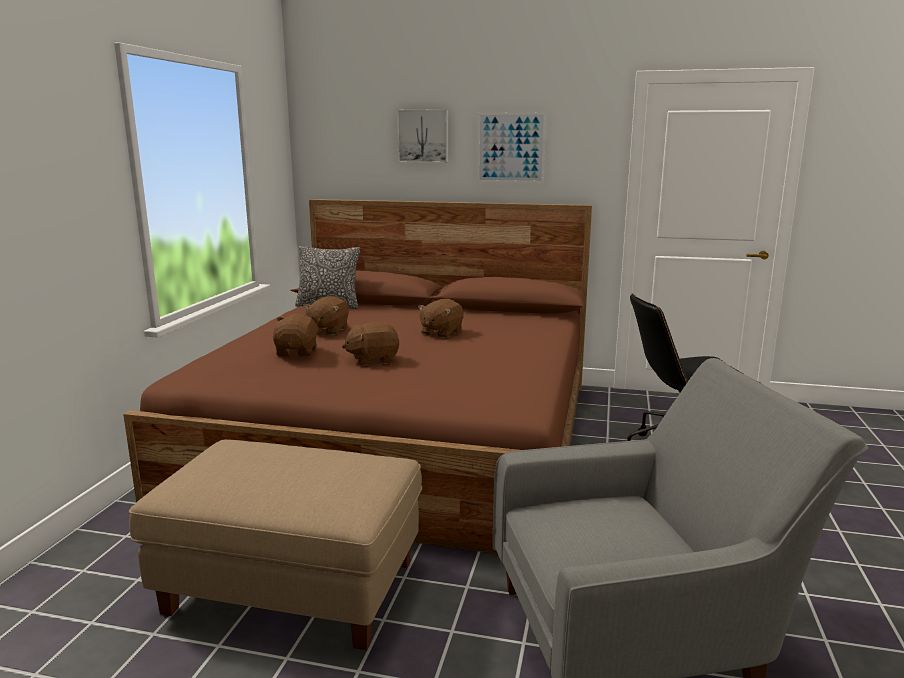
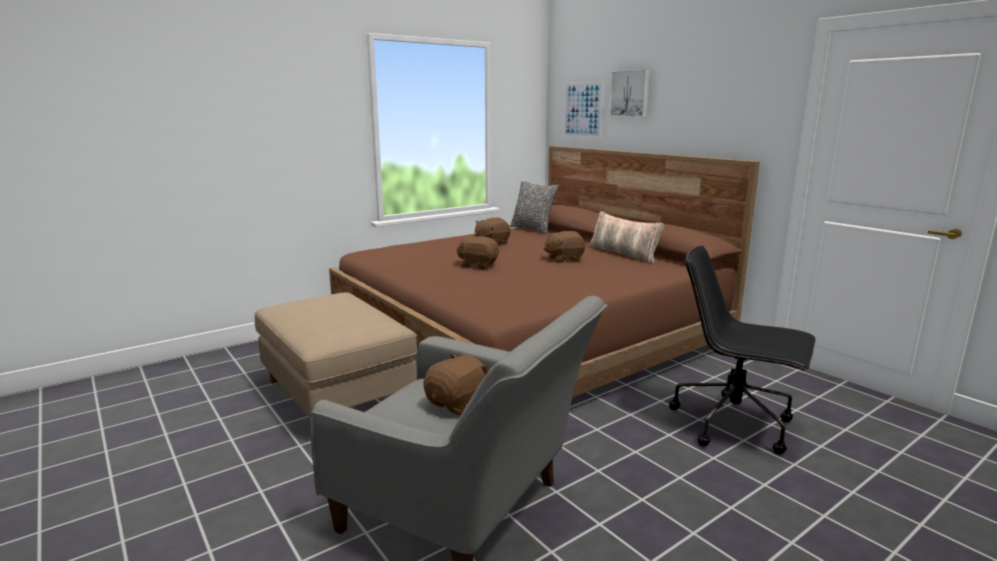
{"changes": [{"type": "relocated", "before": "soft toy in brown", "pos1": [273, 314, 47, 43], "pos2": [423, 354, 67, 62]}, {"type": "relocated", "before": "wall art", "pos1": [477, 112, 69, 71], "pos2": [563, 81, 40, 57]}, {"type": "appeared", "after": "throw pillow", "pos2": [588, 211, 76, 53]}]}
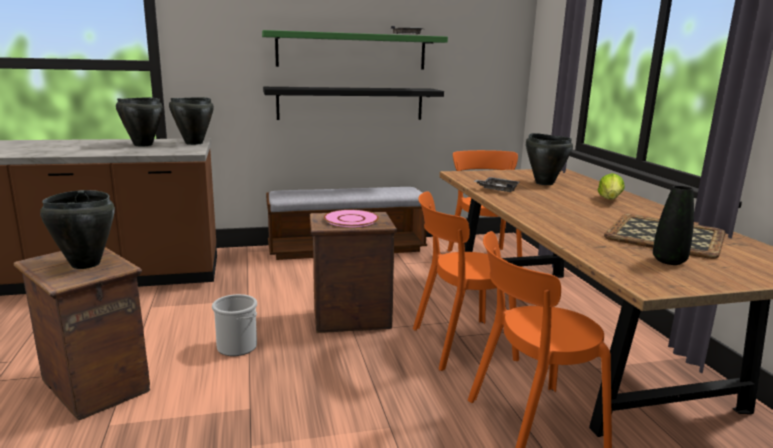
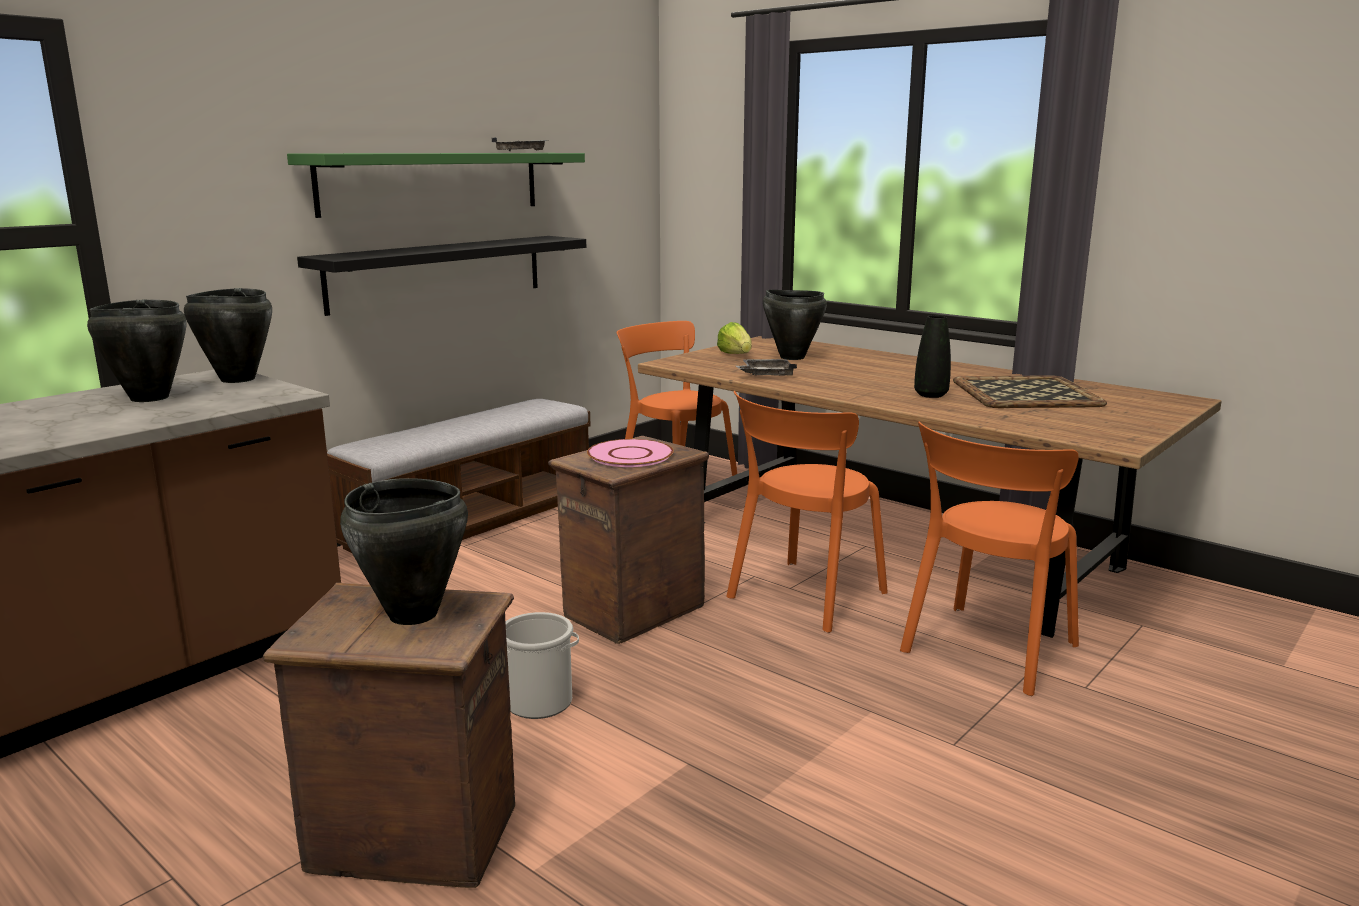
{"changes": [{"type": "relocated", "before": "lettuce head", "pos1": [598, 173, 27, 27], "pos2": [717, 322, 35, 32]}, {"type": "relocated", "before": "decorative vase in black", "pos1": [653, 186, 41, 79], "pos2": [914, 315, 37, 83]}]}
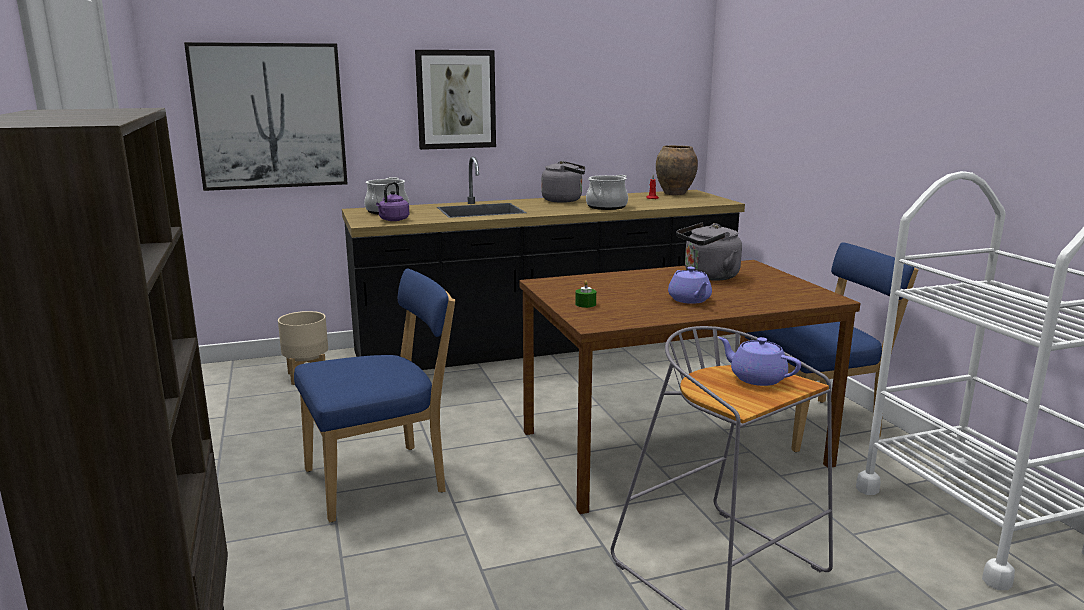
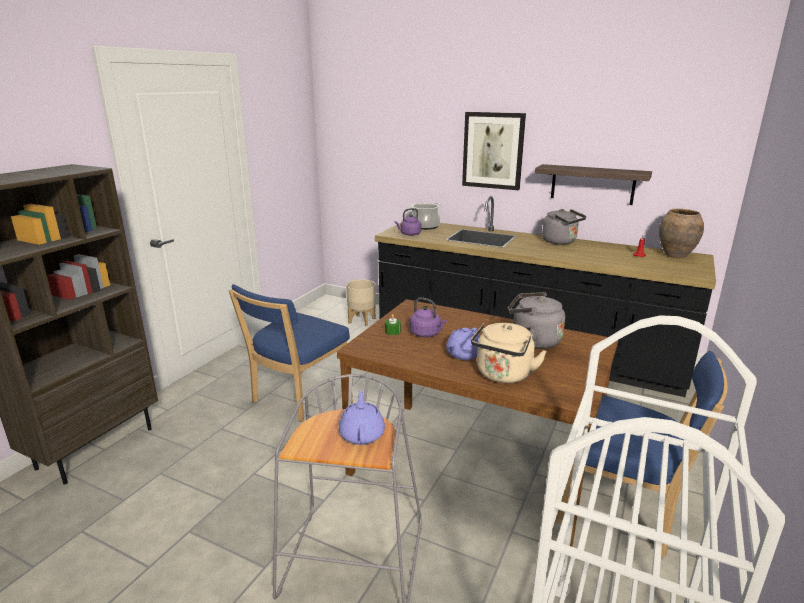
{"changes": [{"type": "spun", "before": "upright chair in bluish", "pos1": [294, 269, 161, 254], "pos2": [229, 284, 121, 138], "turn": 105}, {"type": "appeared", "after": "kettle in purplish", "pos2": [410, 297, 37, 40]}, {"type": "appeared", "after": "kettle in sand-coloured", "pos2": [471, 323, 76, 60]}, {"type": "appeared", "after": "bracket shelf", "pos2": [535, 164, 117, 41]}, {"type": "missing", "before": "wall art", "pos1": [184, 42, 164, 149]}, {"type": "missing", "before": "saucepot", "pos1": [586, 175, 42, 35]}]}
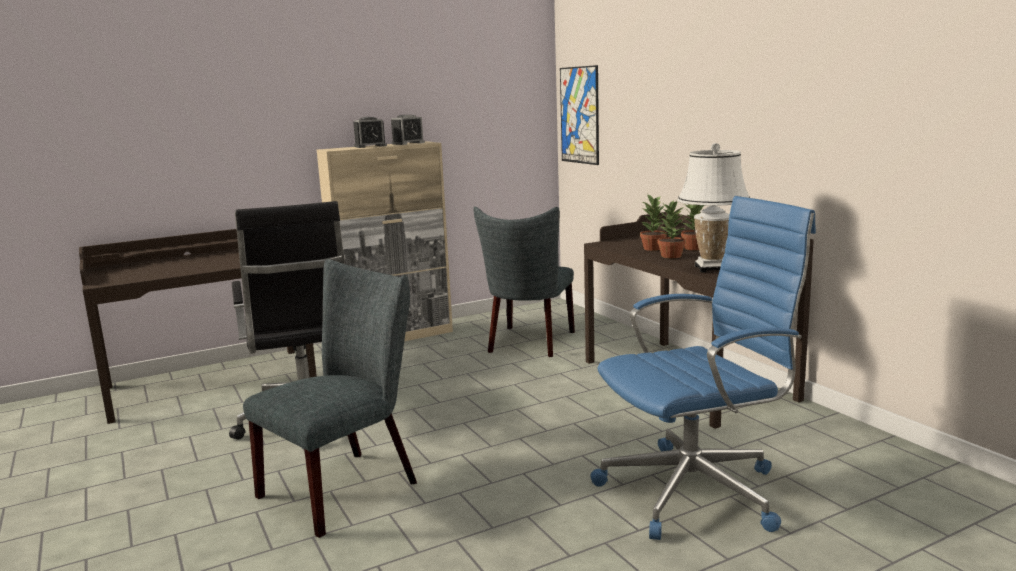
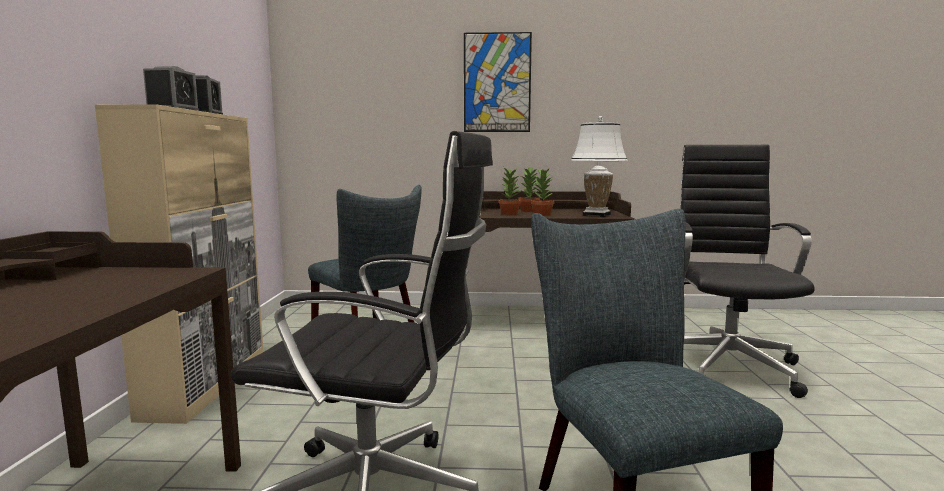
{"changes": [{"type": "relocated", "before": "wall art", "pos1": [560, 65, 39, 100], "pos2": [464, 32, 68, 100]}, {"type": "colour", "before": "office chair in bluish", "after": "office chair in black", "pos1": [590, 196, 226, 344], "pos2": [680, 145, 135, 253]}]}
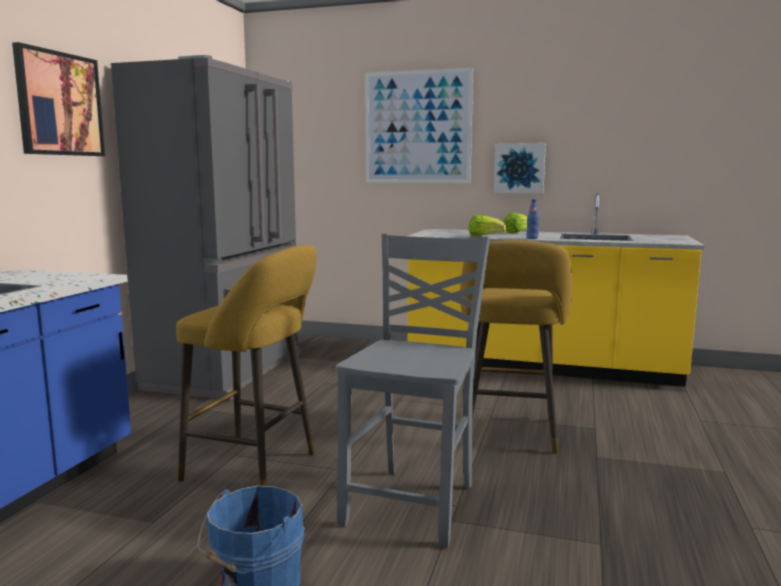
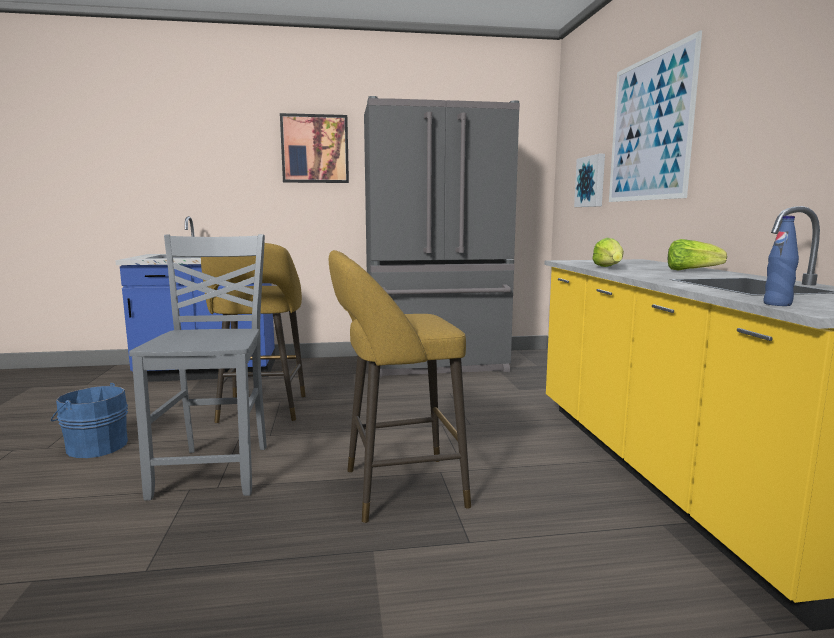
{"changes": [{"type": "spun", "before": "upright chair in gray", "pos1": [336, 234, 154, 314], "pos2": [129, 234, 138, 267], "turn": -90}, {"type": "relocated", "before": "wall art", "pos1": [494, 143, 52, 50], "pos2": [574, 154, 31, 53]}, {"type": "relocated", "before": "bottle in bluish", "pos1": [527, 199, 12, 40], "pos2": [763, 216, 36, 90]}]}
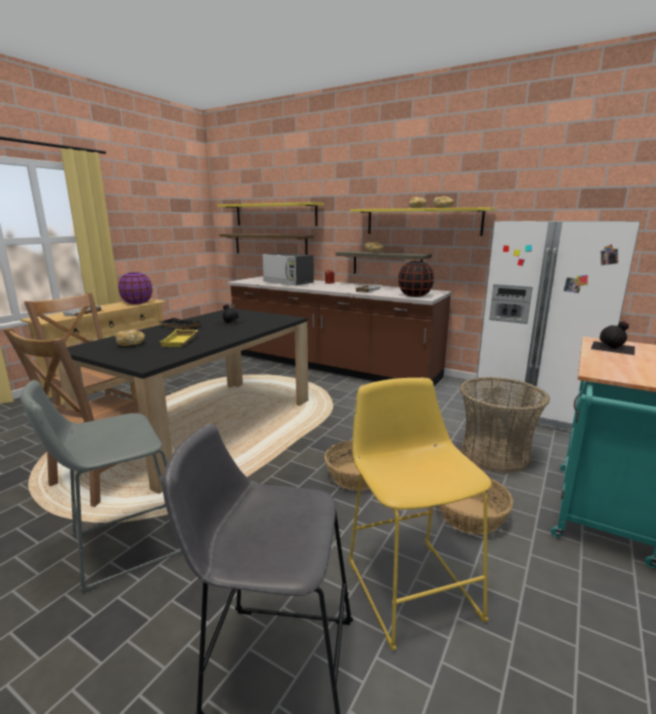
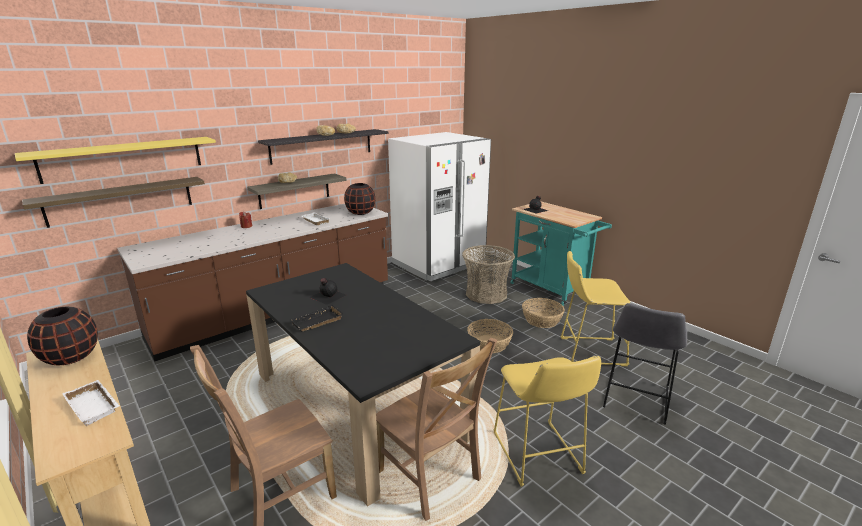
{"changes": [{"type": "colour", "before": "decorative vase in purplish", "after": "decorative vase in black", "pos1": [118, 272, 35, 32], "pos2": [27, 307, 71, 58]}, {"type": "colour", "before": "bracket shelf in yellow", "after": "bracket shelf in black", "pos1": [350, 207, 146, 29], "pos2": [258, 129, 131, 36]}, {"type": "colour", "before": "sitting stool in gray", "after": "sitting stool in yellow", "pos1": [20, 380, 162, 213], "pos2": [493, 356, 108, 131]}, {"type": "missing", "before": "baked bread", "pos1": [115, 329, 30, 17]}, {"type": "missing", "before": "tray in yellow", "pos1": [160, 329, 38, 18]}, {"type": "missing", "before": "microwave", "pos1": [262, 253, 52, 33]}]}
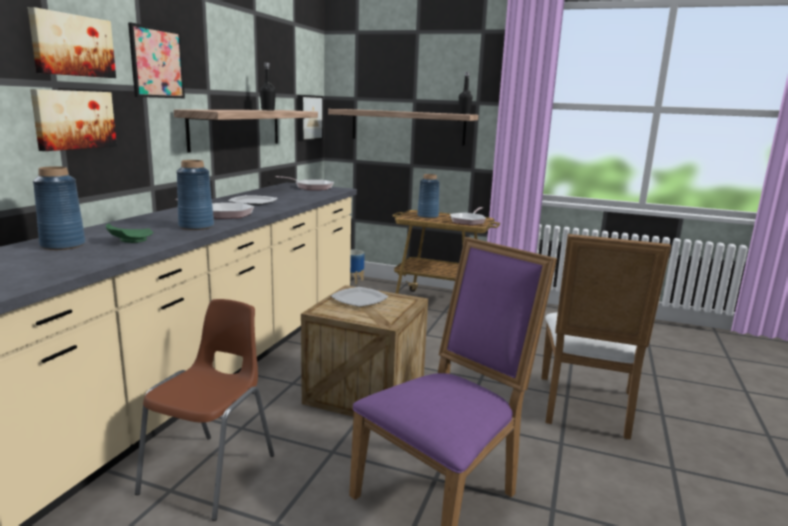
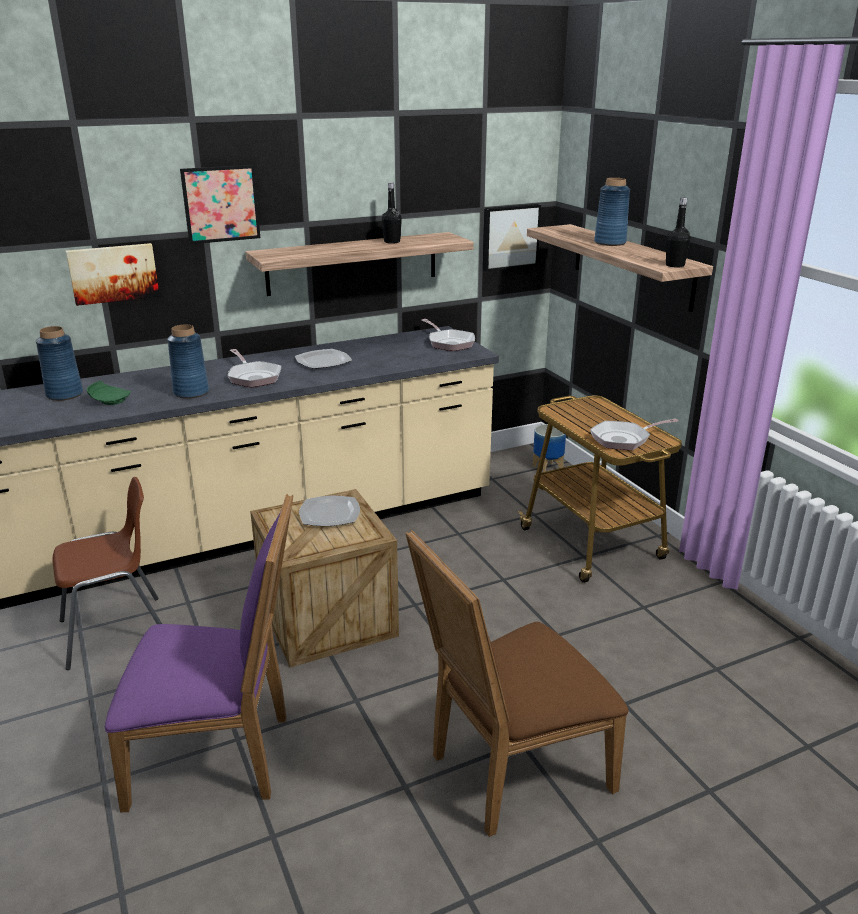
{"changes": [{"type": "colour", "before": "upright chair in white-coloured", "after": "upright chair in brown", "pos1": [541, 234, 130, 206], "pos2": [406, 530, 222, 307]}, {"type": "relocated", "before": "decorative vase in bluish", "pos1": [417, 174, 23, 44], "pos2": [594, 178, 36, 68]}, {"type": "missing", "before": "wall art", "pos1": [28, 7, 88, 71]}]}
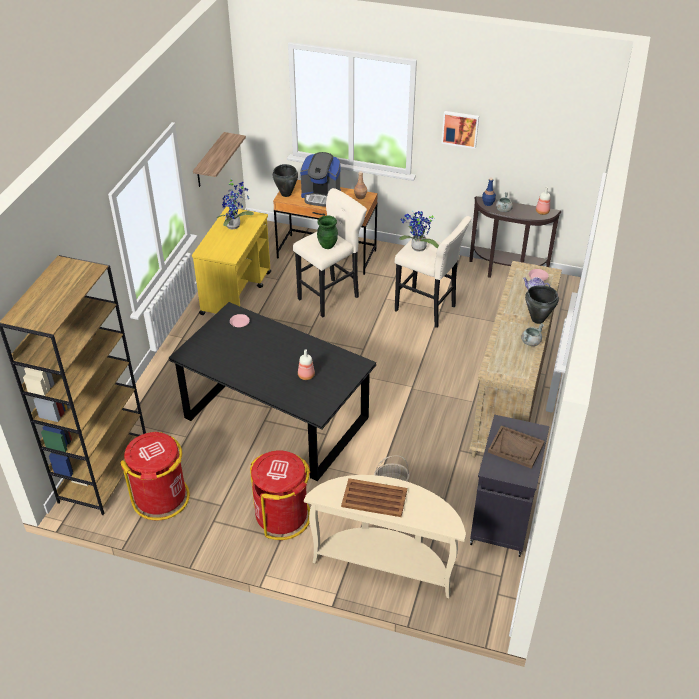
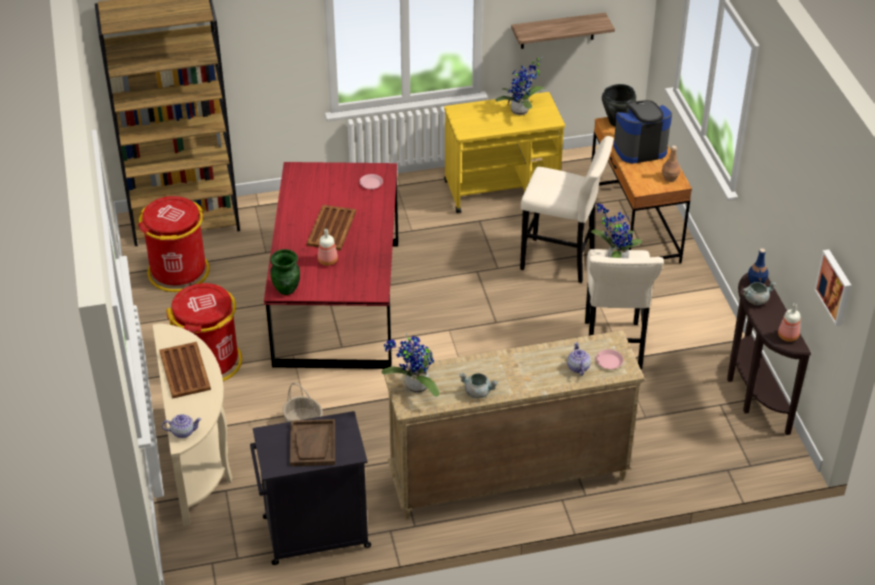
{"changes": [{"type": "appeared", "after": "tea pot", "pos2": [162, 414, 39, 24]}, {"type": "colour", "before": "dining table in black", "after": "dining table in red-coloured", "pos1": [169, 302, 207, 179], "pos2": [264, 162, 134, 207]}, {"type": "relocated", "before": "decorative vase in greenish", "pos1": [317, 215, 21, 34], "pos2": [270, 249, 30, 46]}, {"type": "appeared", "after": "tray in brown", "pos2": [307, 205, 49, 46]}, {"type": "appeared", "after": "potted plant", "pos2": [381, 333, 59, 64]}, {"type": "spun", "before": "coffee brewer", "pos1": [300, 152, 41, 55], "pos2": [613, 100, 59, 64], "turn": 90}, {"type": "relocated", "before": "wall art", "pos1": [441, 111, 38, 38], "pos2": [814, 249, 37, 77]}, {"type": "missing", "before": "saucepot in black", "pos1": [525, 285, 34, 39]}]}
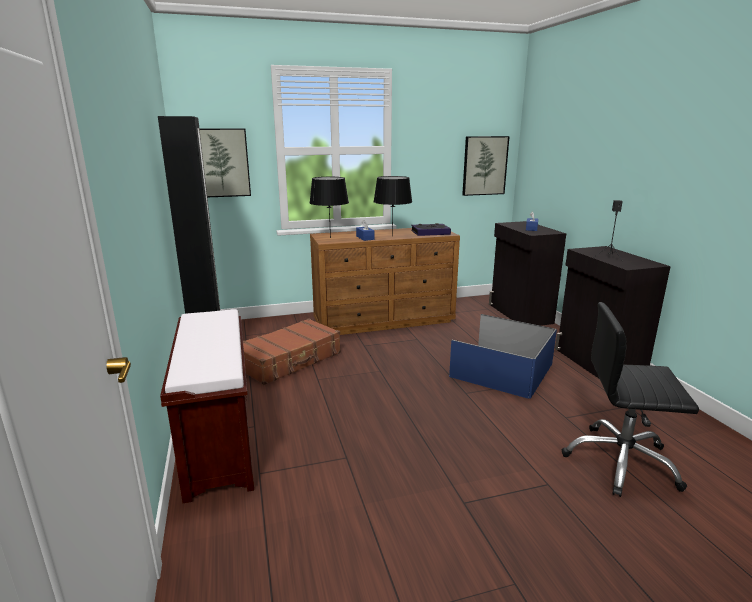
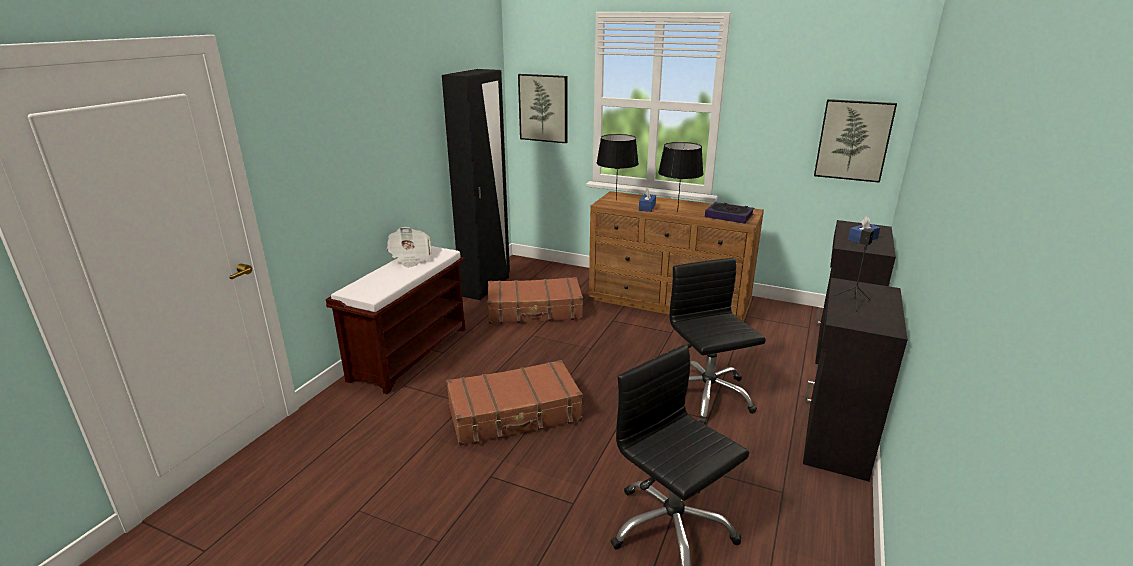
{"changes": [{"type": "appeared", "after": "newspaper", "pos2": [387, 227, 44, 41]}, {"type": "appeared", "after": "travel case in brown", "pos2": [446, 360, 136, 86]}, {"type": "exchanged", "before": "storage bin in bluish", "after": "office chair in black", "pos1": [449, 314, 108, 85], "pos2": [669, 258, 97, 166]}]}
